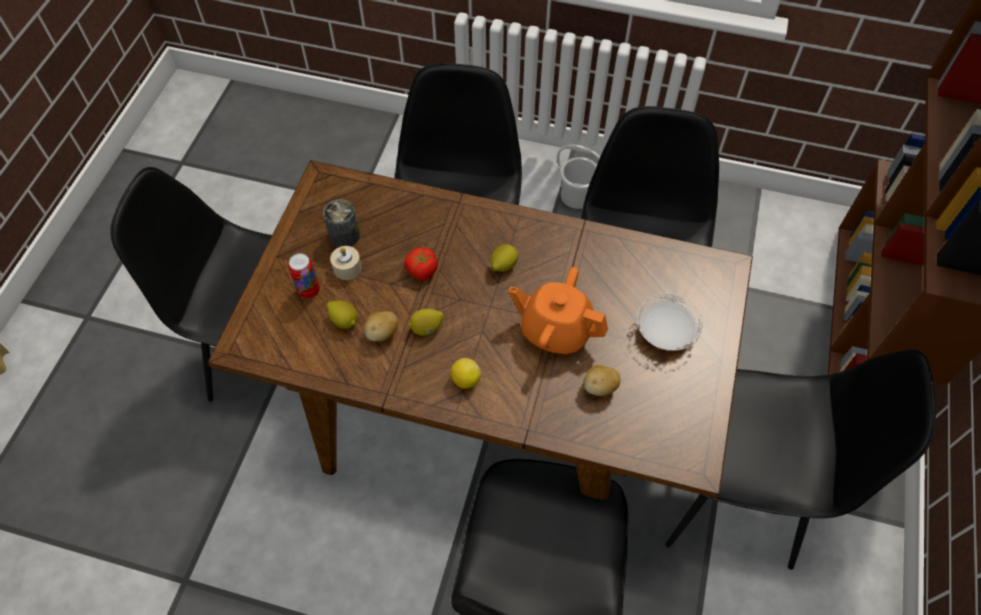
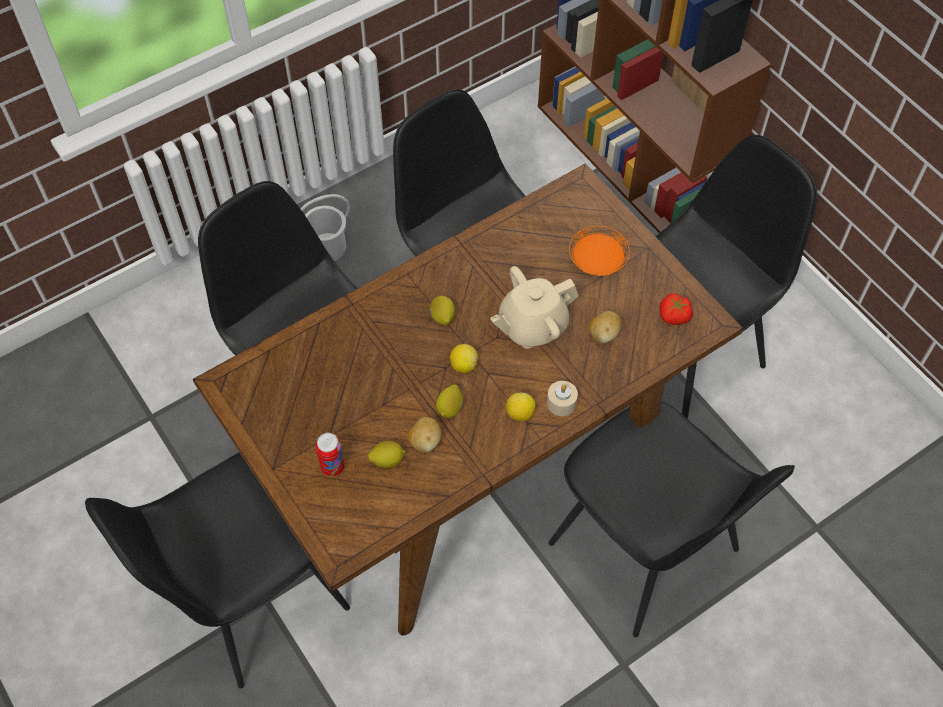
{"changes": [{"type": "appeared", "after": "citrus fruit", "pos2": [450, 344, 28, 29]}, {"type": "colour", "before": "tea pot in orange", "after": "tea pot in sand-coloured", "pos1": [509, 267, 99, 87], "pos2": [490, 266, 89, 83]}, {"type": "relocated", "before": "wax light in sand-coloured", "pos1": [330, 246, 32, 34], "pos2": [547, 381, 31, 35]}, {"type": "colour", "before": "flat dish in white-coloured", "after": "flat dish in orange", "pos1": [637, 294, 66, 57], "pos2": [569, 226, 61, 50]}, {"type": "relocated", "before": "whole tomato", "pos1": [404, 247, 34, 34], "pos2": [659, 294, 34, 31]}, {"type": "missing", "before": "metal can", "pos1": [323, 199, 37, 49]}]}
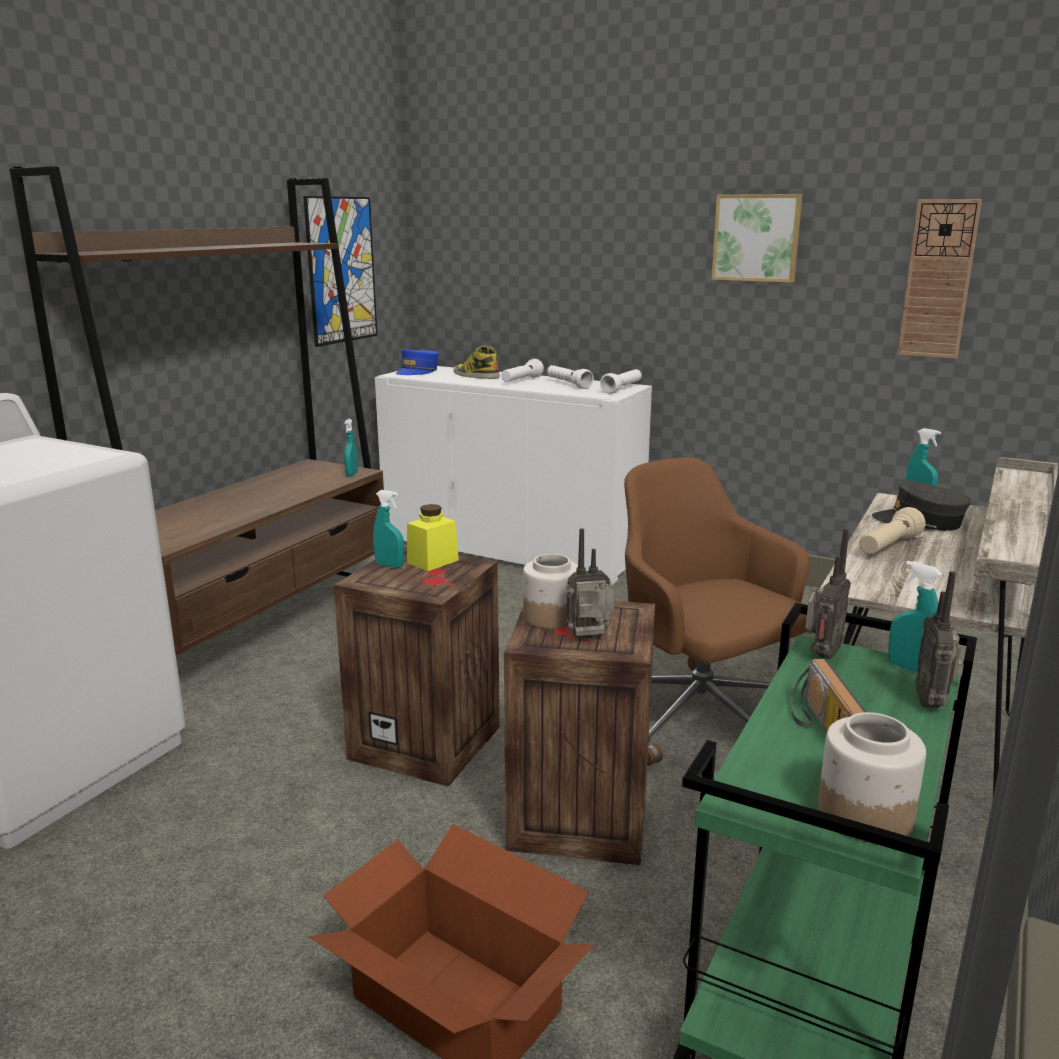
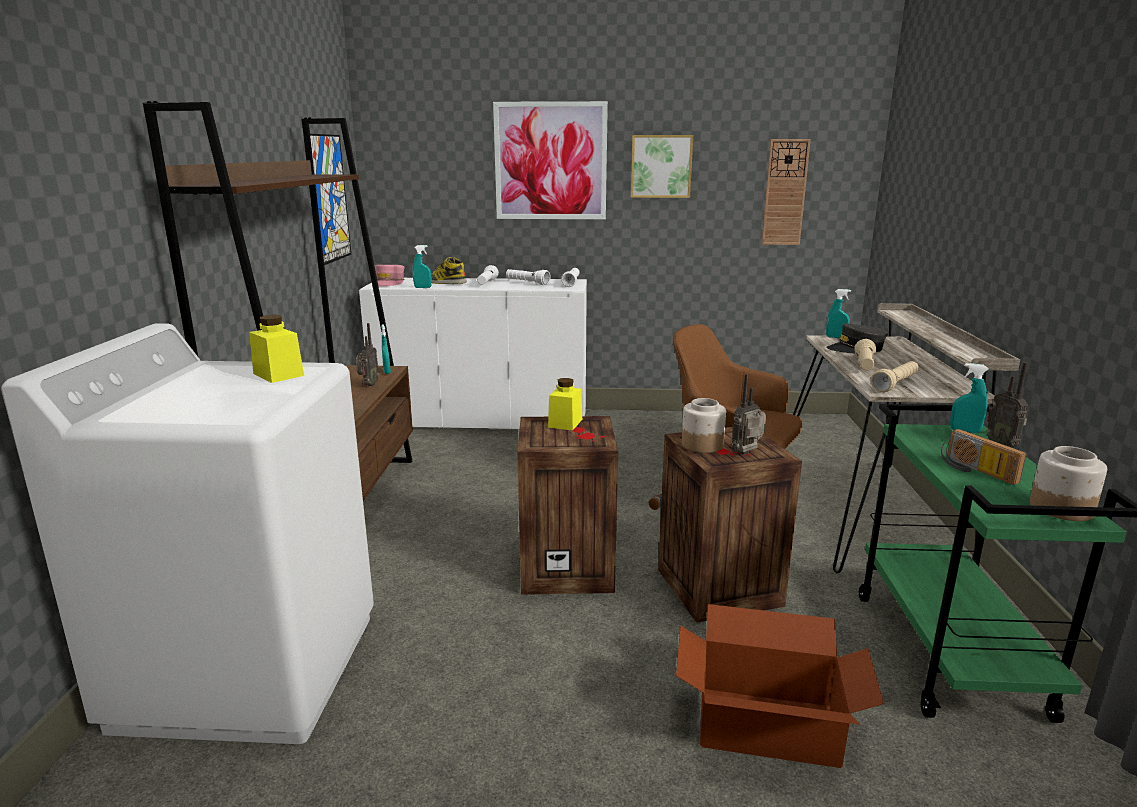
{"changes": [{"type": "appeared", "after": "jar in yellow", "pos2": [249, 315, 55, 68]}, {"type": "relocated", "before": "radio", "pos1": [805, 528, 46, 131], "pos2": [356, 323, 23, 63]}, {"type": "colour", "before": "baseball cap in bluish", "after": "baseball cap in pinkish", "pos1": [396, 350, 43, 25], "pos2": [374, 265, 31, 21]}, {"type": "relocated", "before": "hand sprayer in turquoise", "pos1": [373, 490, 31, 78], "pos2": [413, 245, 19, 43]}, {"type": "appeared", "after": "wall art", "pos2": [493, 101, 115, 118]}, {"type": "appeared", "after": "flashlight in sand-coloured", "pos2": [871, 361, 48, 31]}]}
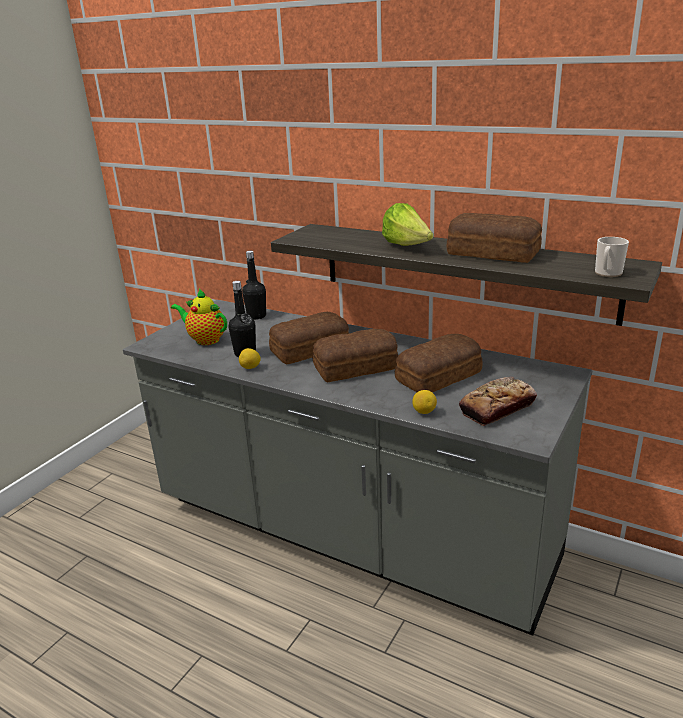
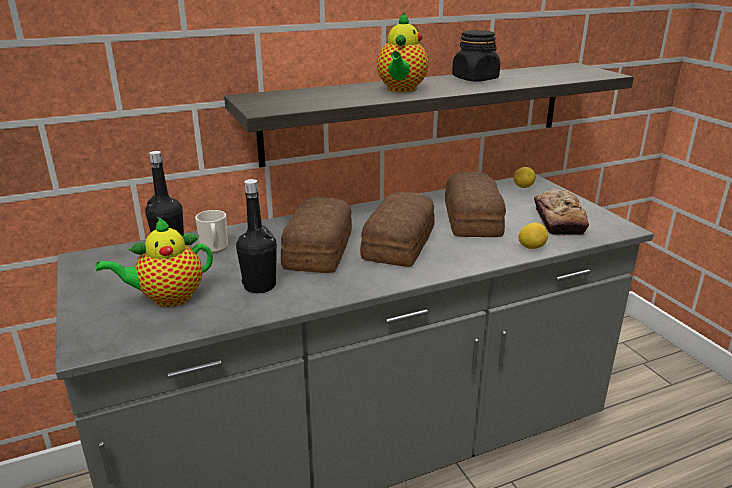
{"changes": [{"type": "relocated", "before": "mug", "pos1": [595, 237, 34, 40], "pos2": [195, 210, 33, 43]}, {"type": "exchanged", "before": "lettuce head", "after": "tea pot", "pos1": [382, 203, 52, 43], "pos2": [377, 12, 51, 80]}, {"type": "exchanged", "before": "baked bread", "after": "jar in black", "pos1": [447, 213, 95, 50], "pos2": [452, 30, 48, 52]}, {"type": "relocated", "before": "citrus fruit", "pos1": [239, 348, 22, 21], "pos2": [514, 167, 22, 21]}]}
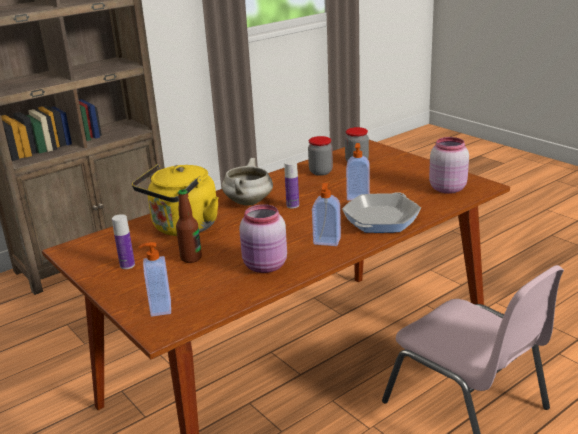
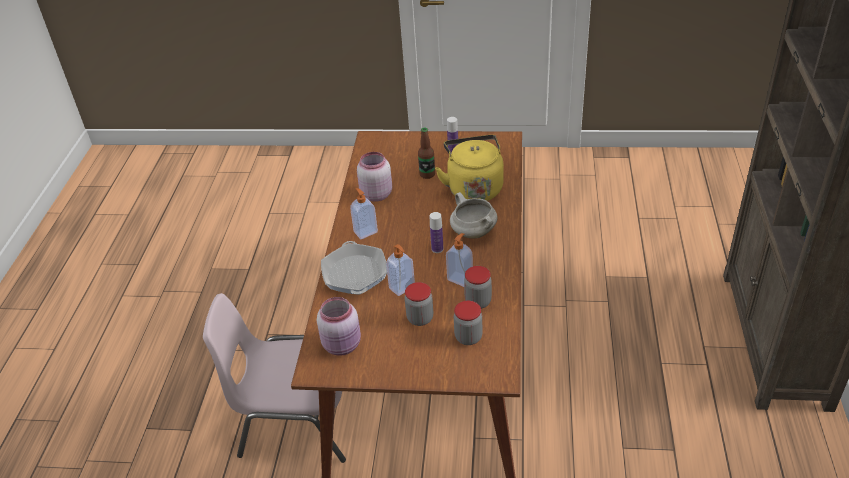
{"changes": [{"type": "appeared", "after": "jar", "pos2": [405, 282, 28, 44]}, {"type": "relocated", "before": "soap bottle", "pos1": [138, 242, 33, 75], "pos2": [446, 233, 27, 54]}]}
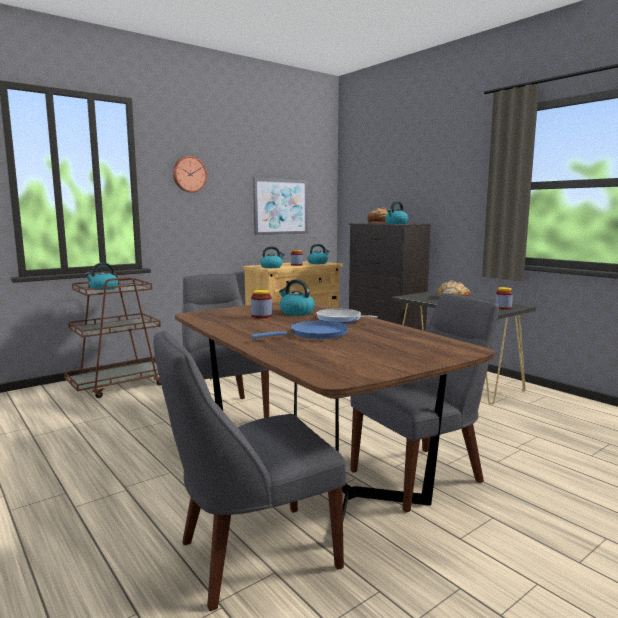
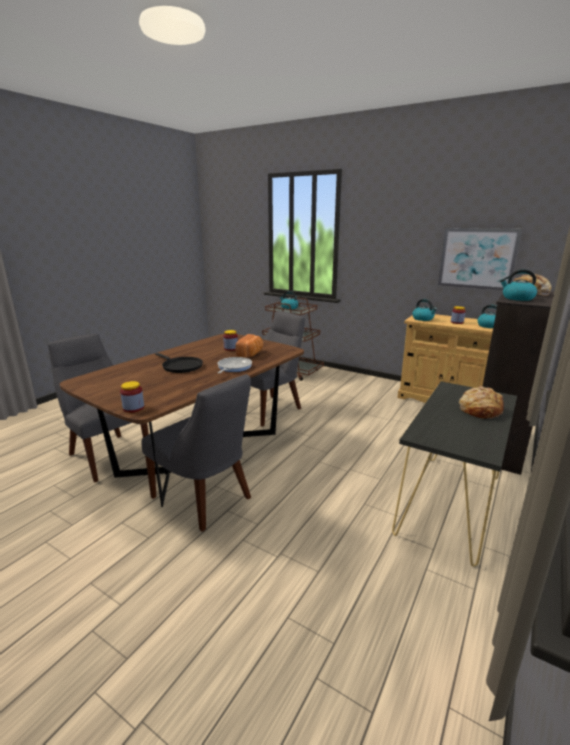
{"changes": [{"type": "relocated", "before": "jar", "pos1": [495, 287, 18, 23], "pos2": [120, 381, 24, 32]}, {"type": "colour", "before": "frying pan in bluish", "after": "frying pan in black", "pos1": [251, 321, 98, 18], "pos2": [155, 353, 48, 20]}, {"type": "exchanged", "before": "kettle", "after": "baked bread", "pos1": [279, 279, 36, 36], "pos2": [235, 334, 28, 24]}, {"type": "missing", "before": "wall clock", "pos1": [173, 156, 34, 36]}]}
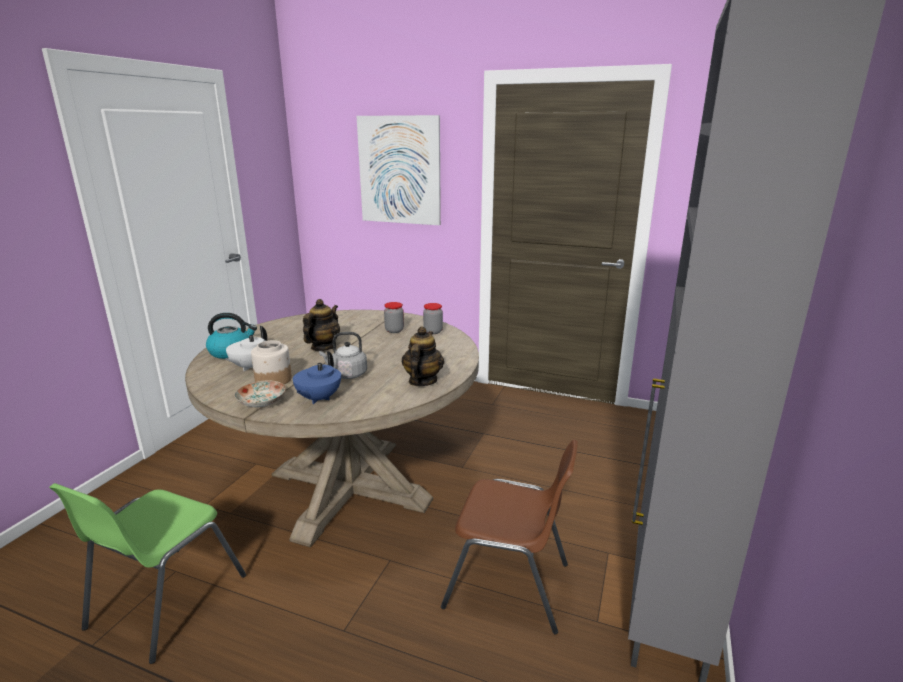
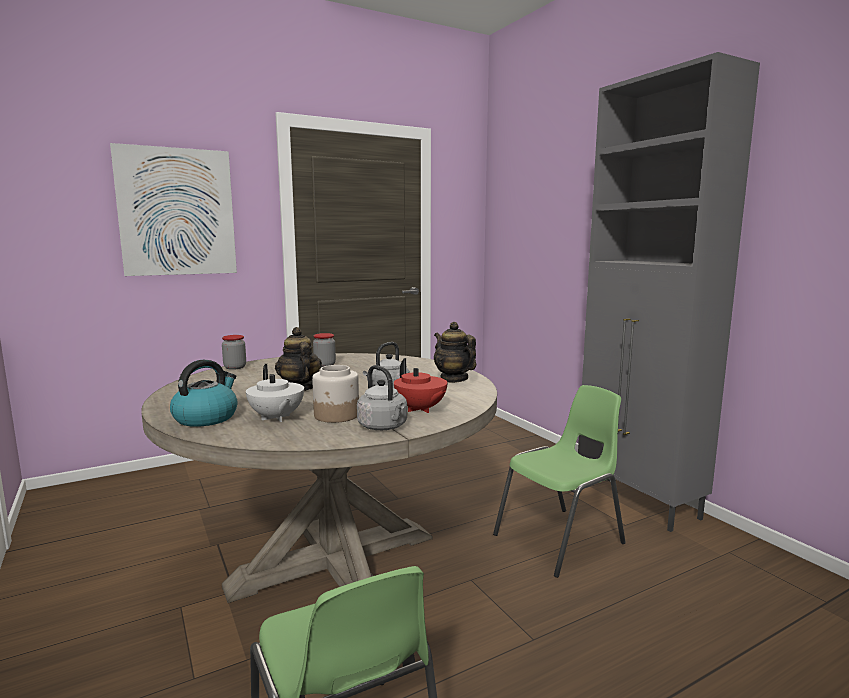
{"changes": [{"type": "relocated", "before": "jar", "pos1": [423, 303, 20, 31], "pos2": [222, 335, 24, 35]}, {"type": "exchanged", "before": "flat dish", "after": "kettle in gray", "pos1": [235, 381, 51, 26], "pos2": [357, 365, 50, 65]}, {"type": "colour", "before": "tea pot in bluish", "after": "tea pot in red-coloured", "pos1": [293, 351, 48, 53], "pos2": [394, 358, 54, 55]}, {"type": "colour", "before": "upright chair in brown", "after": "upright chair in greenish", "pos1": [441, 439, 137, 196], "pos2": [493, 385, 133, 193]}]}
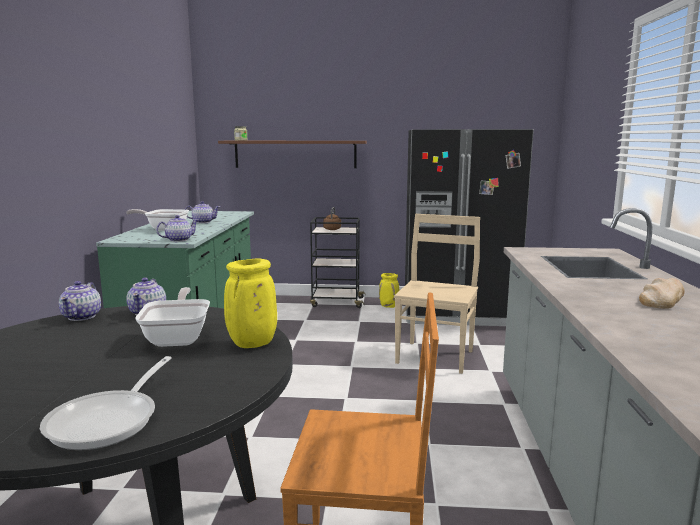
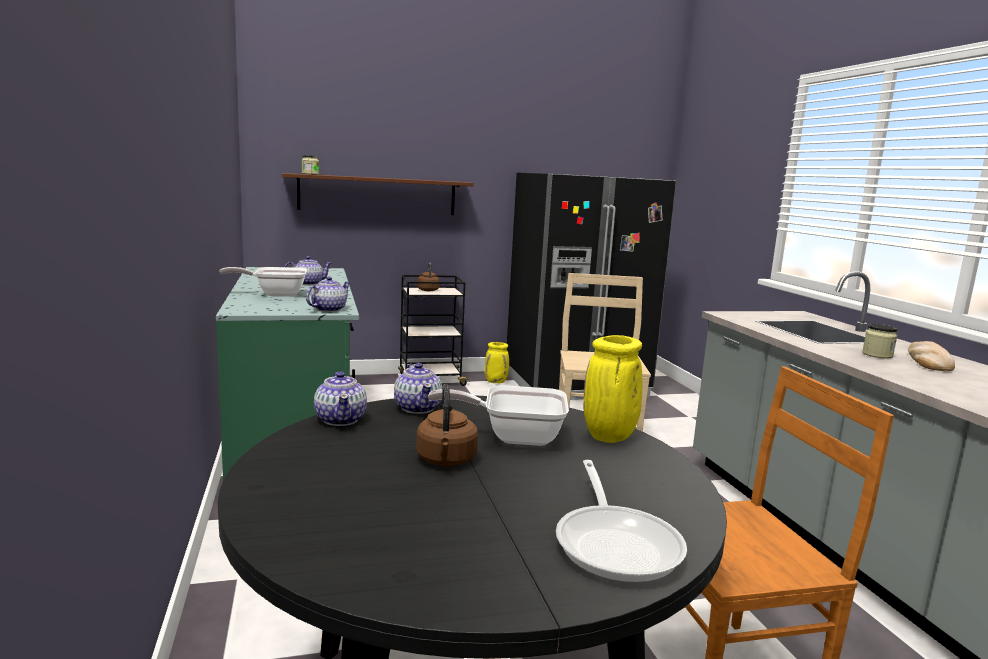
{"changes": [{"type": "appeared", "after": "kettle in brown", "pos2": [416, 384, 62, 82]}, {"type": "spun", "before": "frying pan", "pos1": [135, 287, 75, 60], "pos2": [428, 385, 141, 61], "turn": -60}, {"type": "appeared", "after": "jar", "pos2": [862, 324, 35, 34]}]}
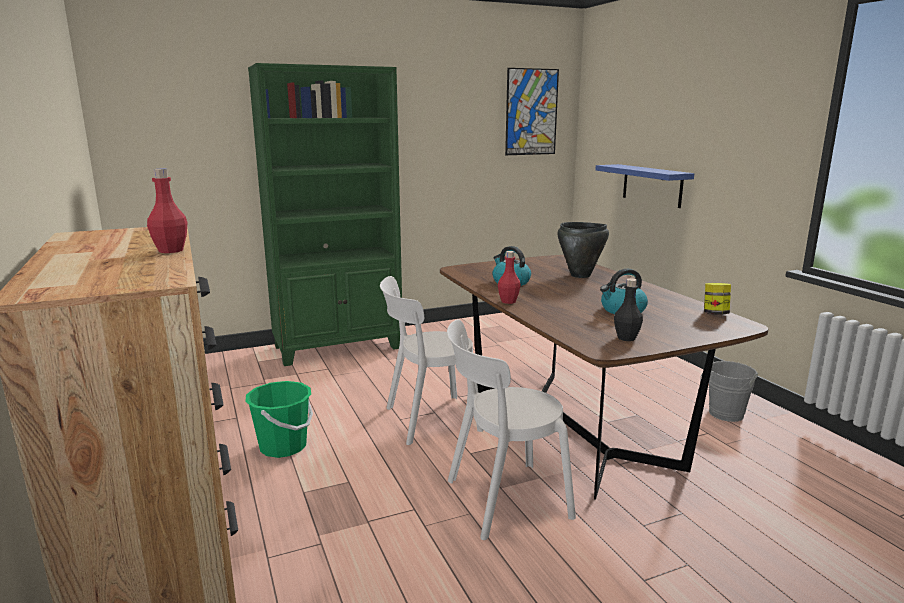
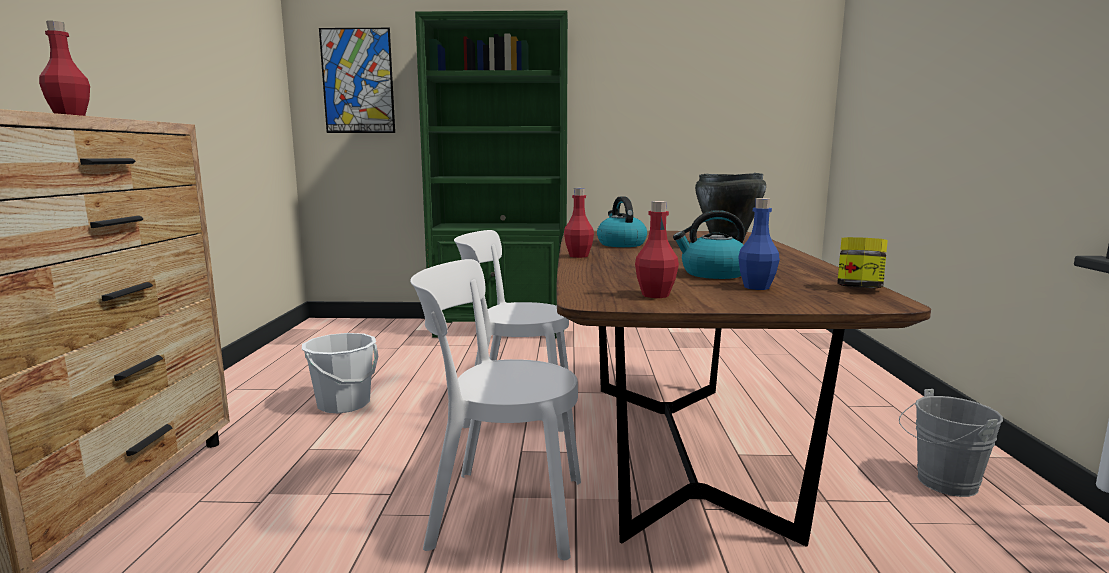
{"changes": [{"type": "colour", "before": "pail in greenish", "after": "pail in white-coloured", "pos1": [245, 381, 68, 77], "pos2": [302, 333, 76, 81]}, {"type": "relocated", "before": "wall art", "pos1": [505, 68, 54, 87], "pos2": [319, 28, 76, 105]}, {"type": "colour", "before": "bottle in black", "after": "bottle in red-coloured", "pos1": [614, 278, 29, 63], "pos2": [635, 201, 44, 97]}, {"type": "appeared", "after": "bottle in bluish", "pos2": [739, 198, 41, 92]}, {"type": "missing", "before": "bracket shelf in bluish", "pos1": [595, 164, 99, 44]}]}
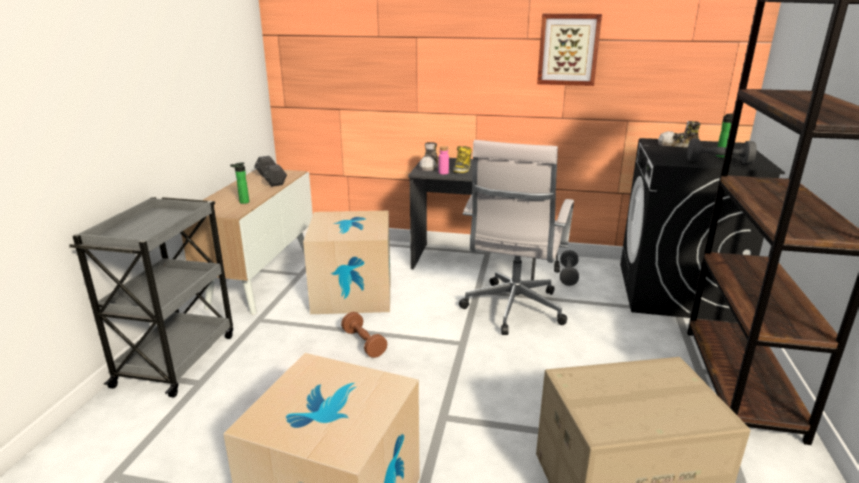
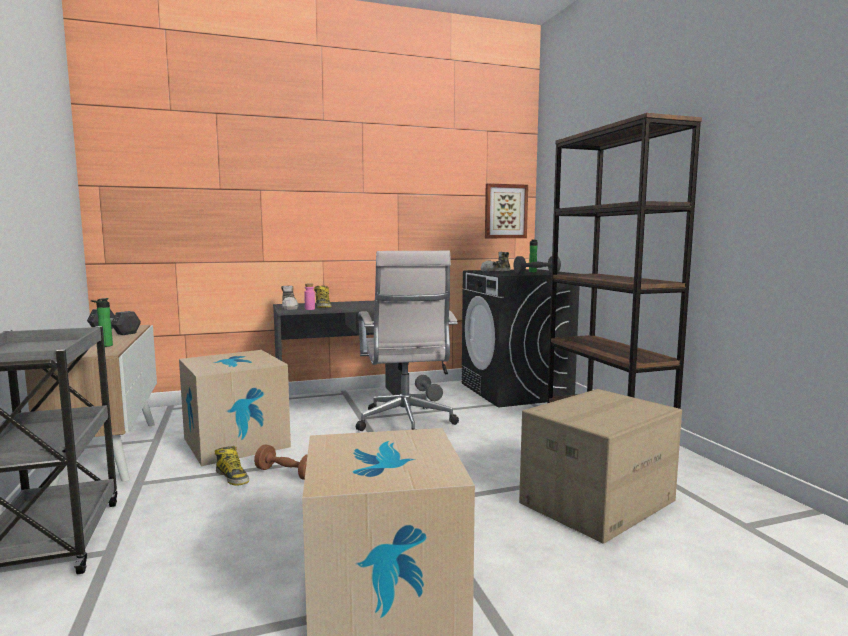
{"changes": [{"type": "appeared", "after": "boot", "pos2": [215, 446, 34, 39]}, {"type": "relocated", "before": "wall art", "pos1": [537, 14, 65, 72], "pos2": [485, 183, 43, 55]}]}
